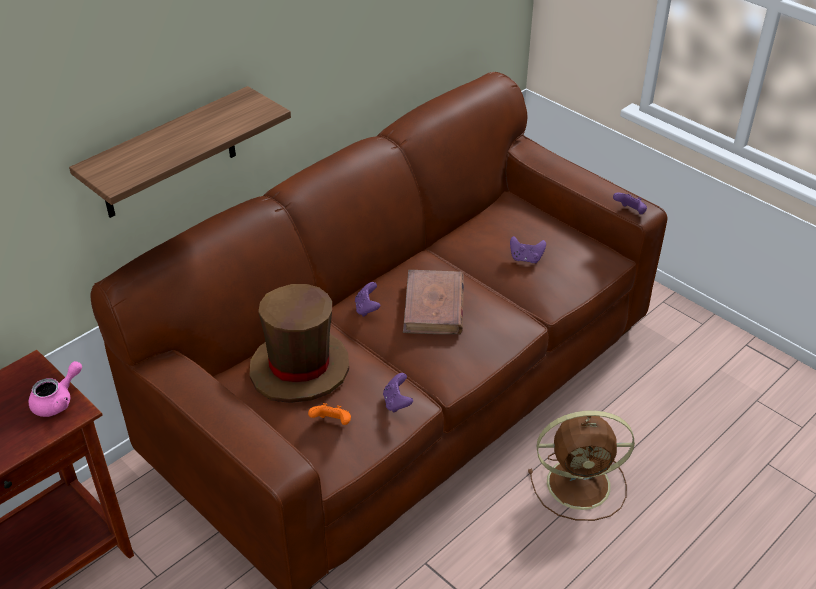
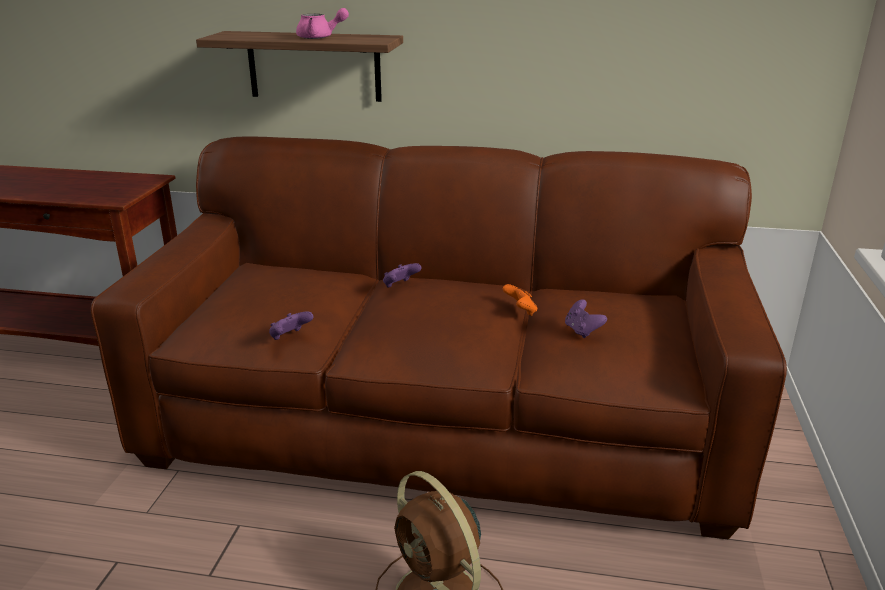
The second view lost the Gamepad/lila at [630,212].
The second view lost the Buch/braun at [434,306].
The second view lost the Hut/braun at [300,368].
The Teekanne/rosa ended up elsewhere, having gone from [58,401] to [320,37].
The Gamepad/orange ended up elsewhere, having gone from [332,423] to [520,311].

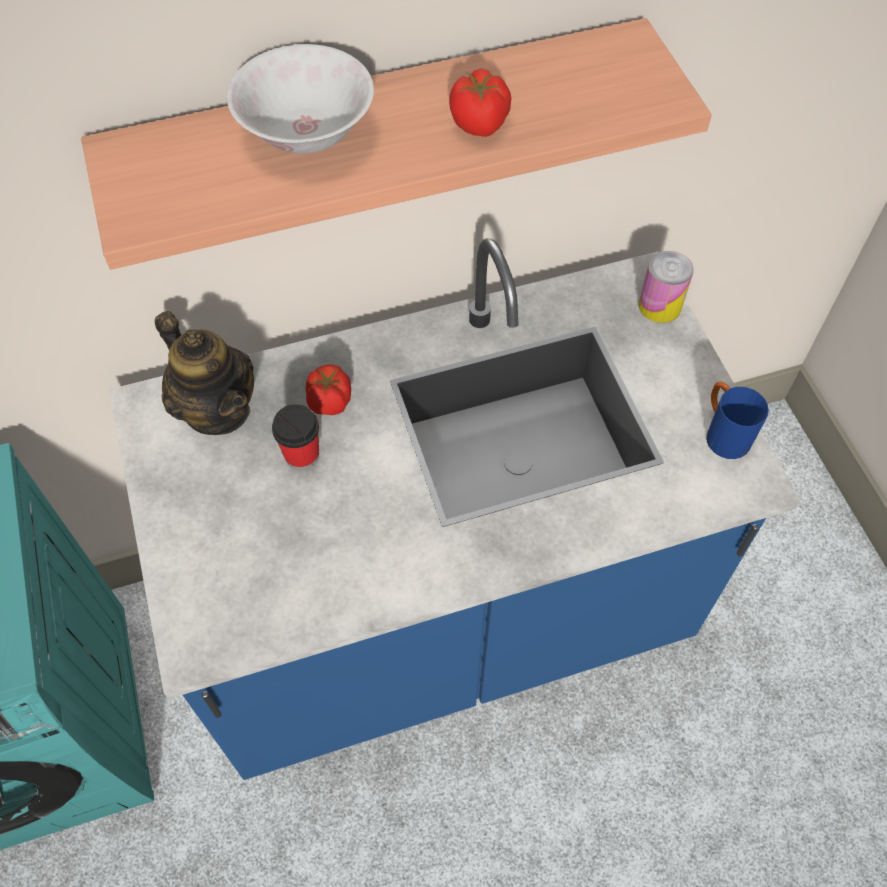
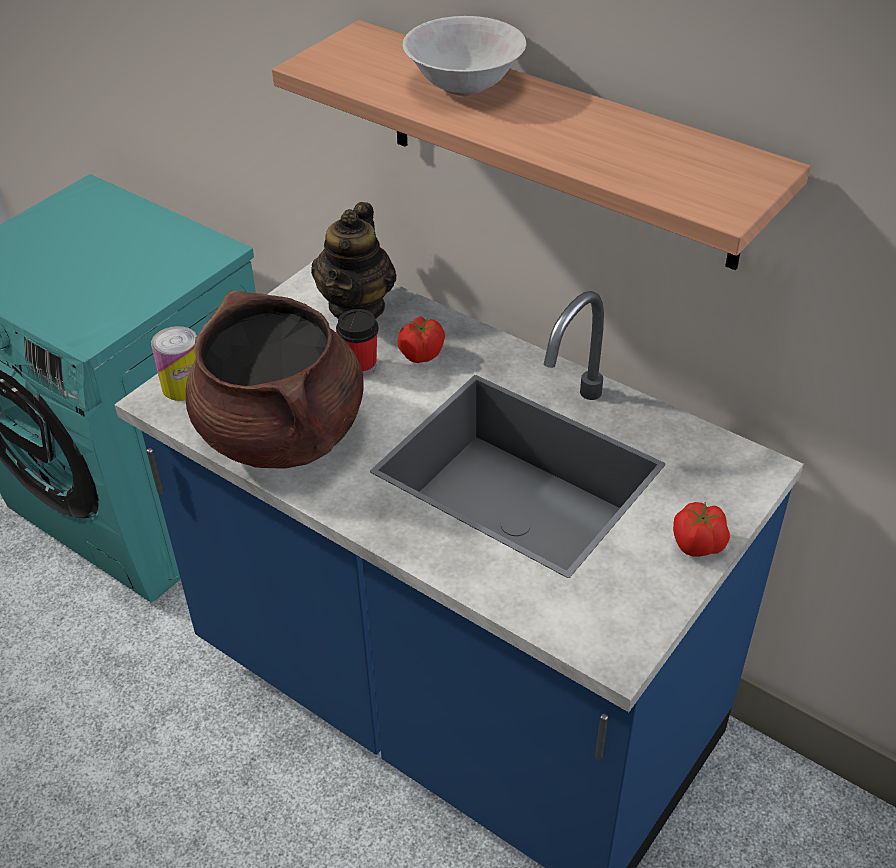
The Tomate ended up elsewhere, having gone from [480,124] to [698,545].
The Dose ended up elsewhere, having gone from [659,306] to [184,386].
The second view lost the Henkelbecher/blau at [722,433].
The second view gained the Kochtopf/braun at [282,434].

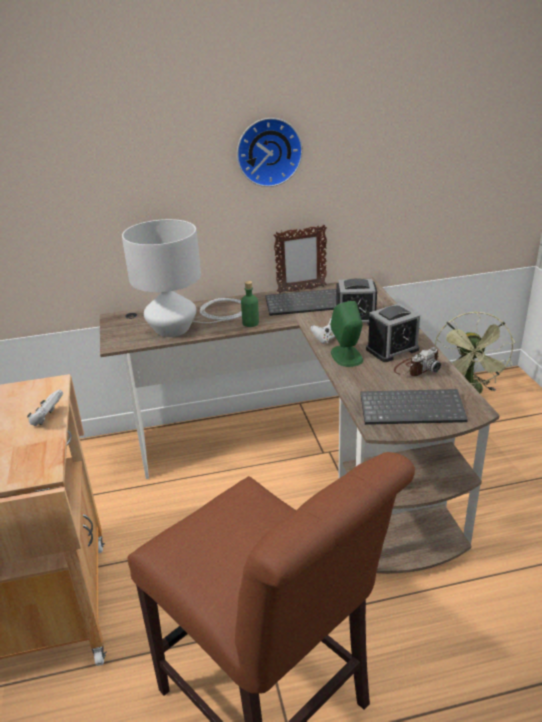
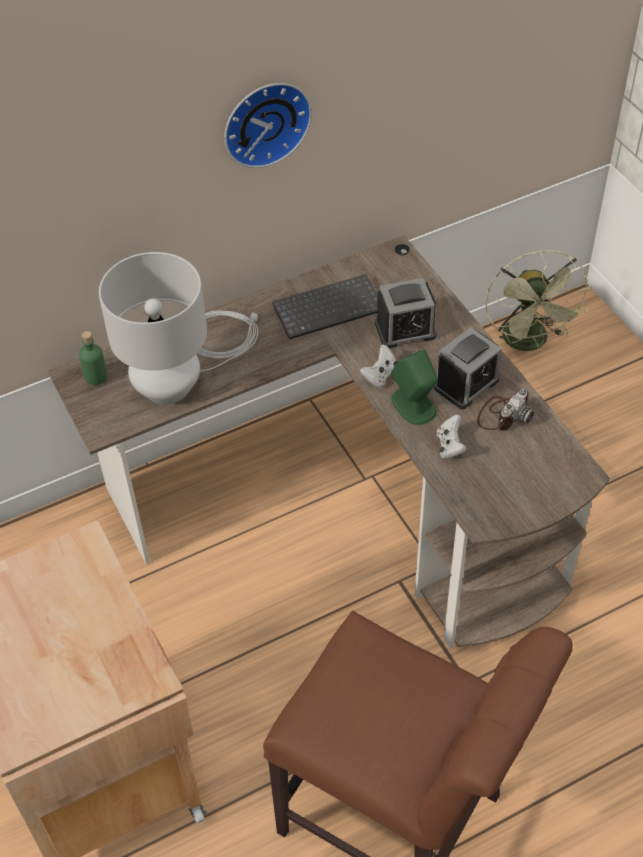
The second view lost the Bilderrahmen at [301,290].
The Flasche/grün ended up elsewhere, having gone from [250,323] to [96,376].
The Gamepad/weiß ended up elsewhere, having gone from [47,418] to [450,446].
The second view lost the Tastatur at [413,408].

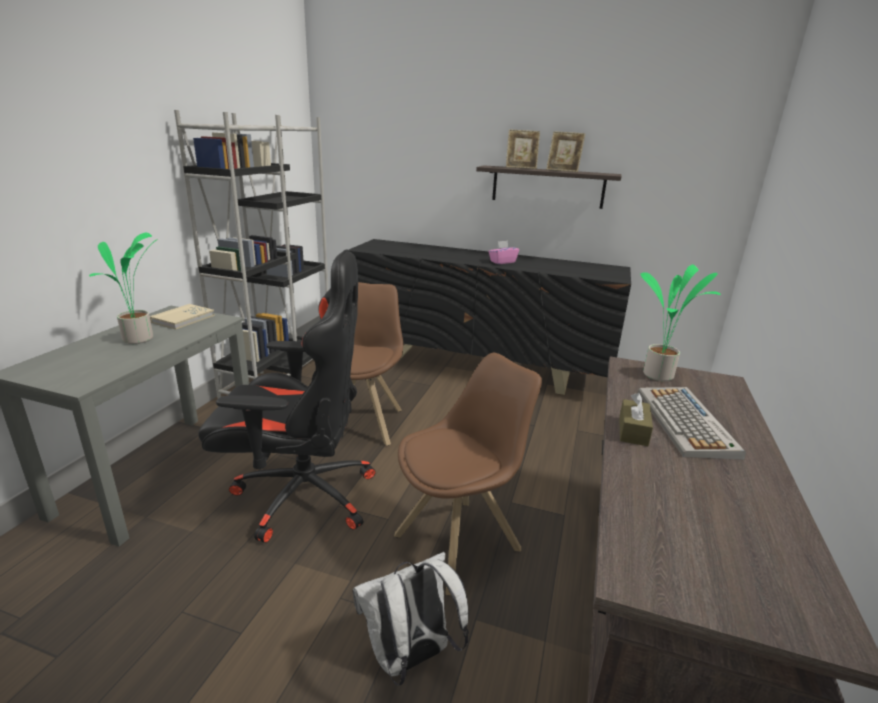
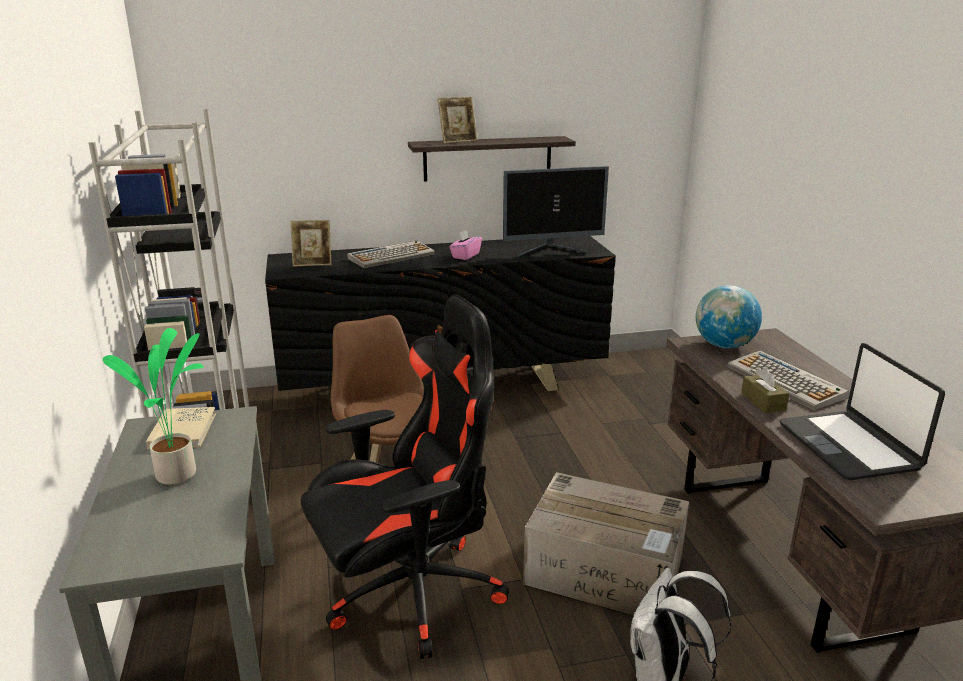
The Bilderrahmen ended up elsewhere, having gone from [563,170] to [313,263].
Where the Topfpflanze stood at [660,375], the Globus came to stand at [724,345].
Where the Stuhl/braun stood at [459,542], the Karton came to stand at [606,570].
The second view gained the Monitor at [552,250].
The second view gained the Tastatur at [391,256].
The second view gained the Laptop at [849,446].

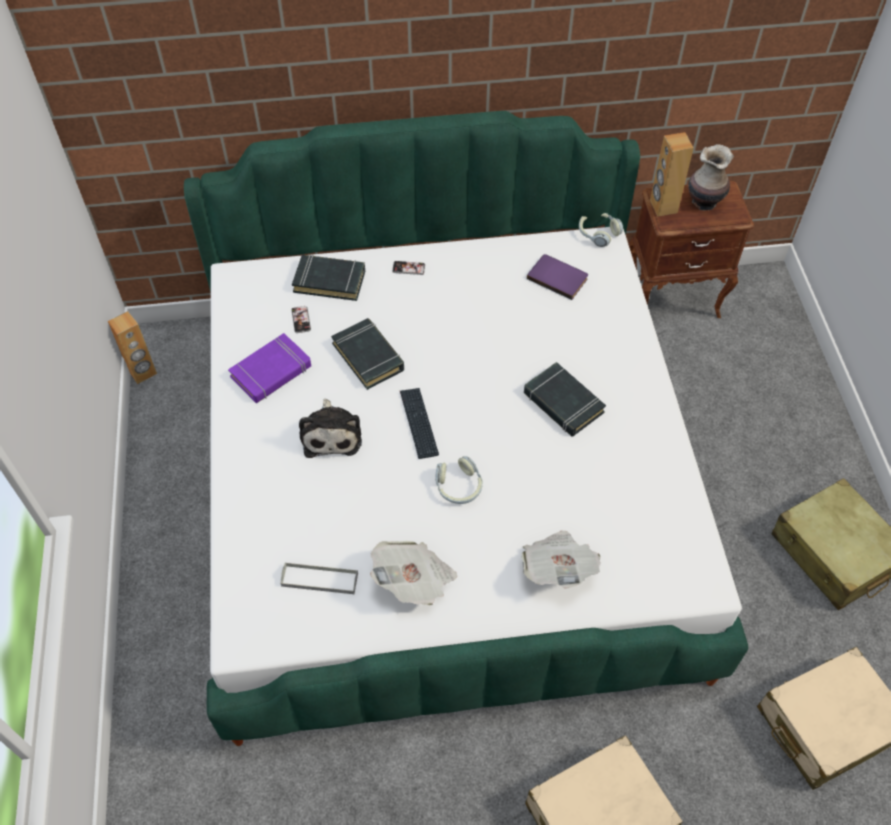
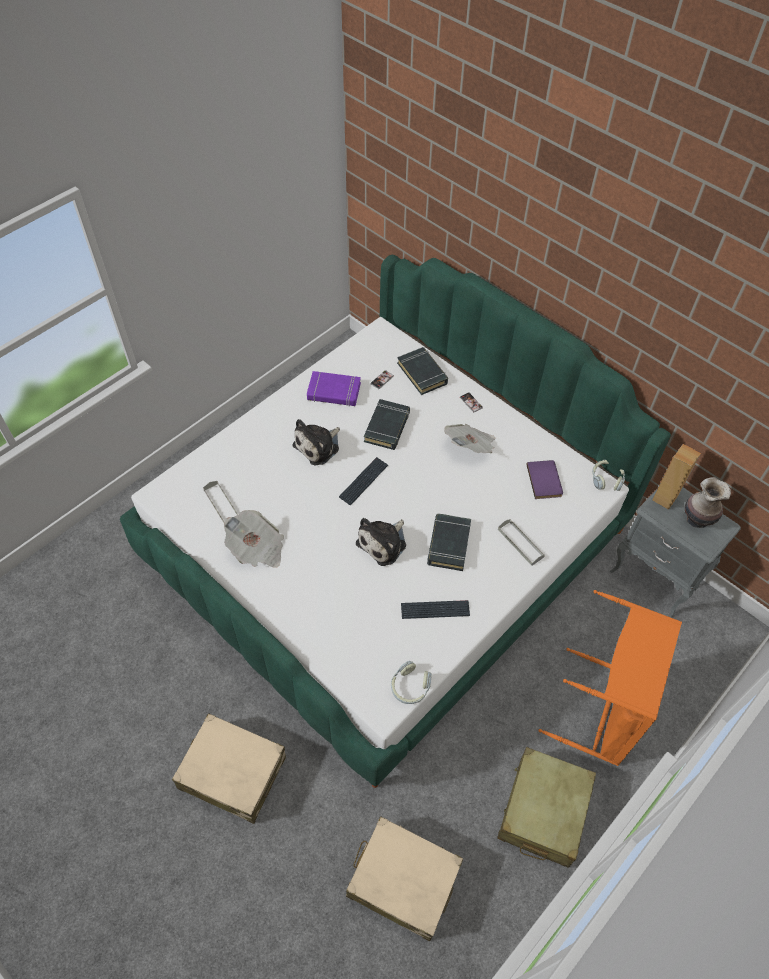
What was the Nachttisch/braun at [672,300] turned into the Nachttisch/grau at [654,579].
The second view lost the Lautsprecher/braun at [143,372].
The Kopfhörer ended up elsewhere, having gone from [459,487] to [410,687].
The Zeitung ended up elsewhere, having gone from [558,568] to [470,447].
The second view gained the Plüschtier at [383,543].
The second view gained the Tablett/grau at [520,543].
The second view gained the Wäschekorb/orange at [603,710].
The second view gained the Tastatur at [435,610].

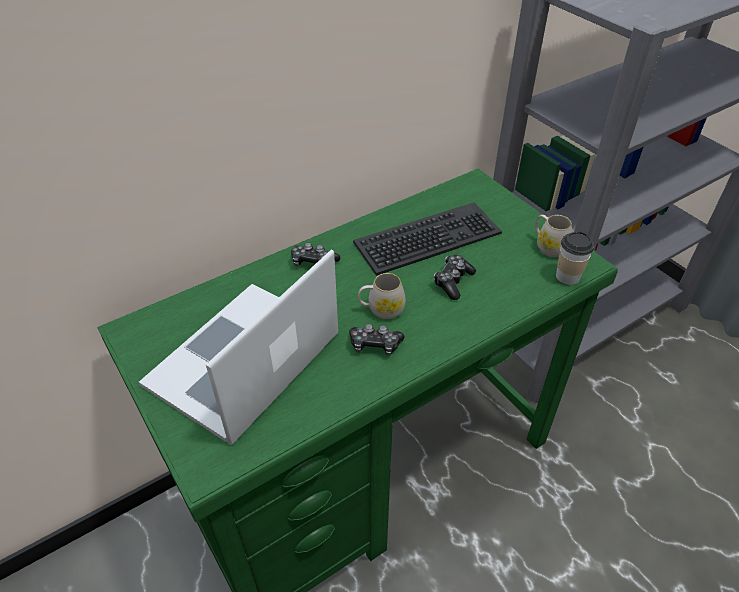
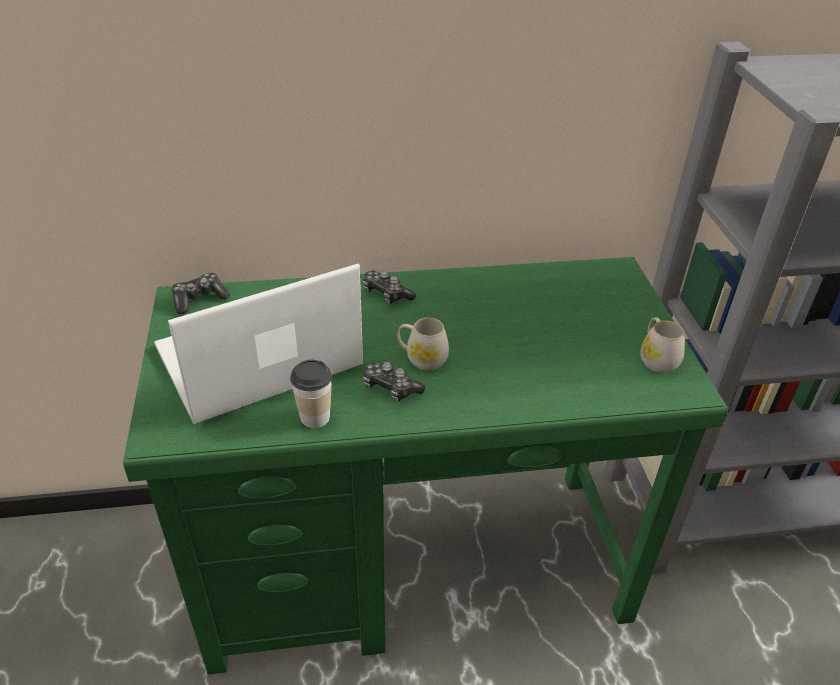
The second view lost the Tastatur at [428,239].
The Tasse ended up elsewhere, having gone from [567,277] to [315,417].
The Gamepad ended up elsewhere, having gone from [453,281] to [199,299].

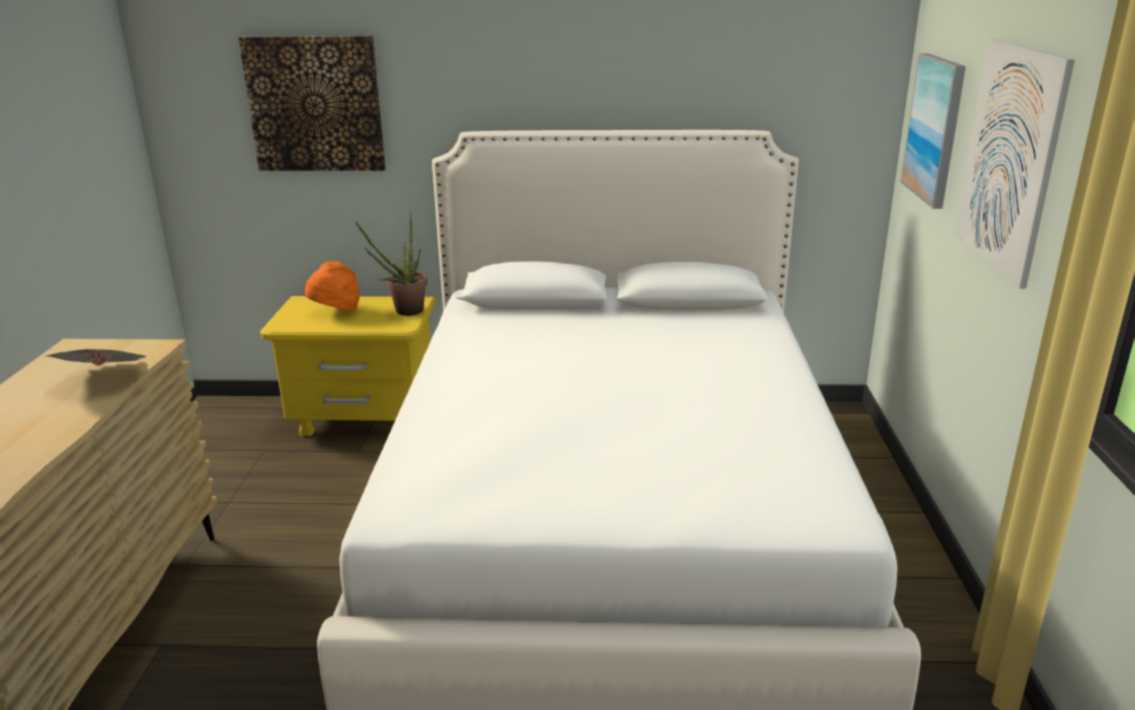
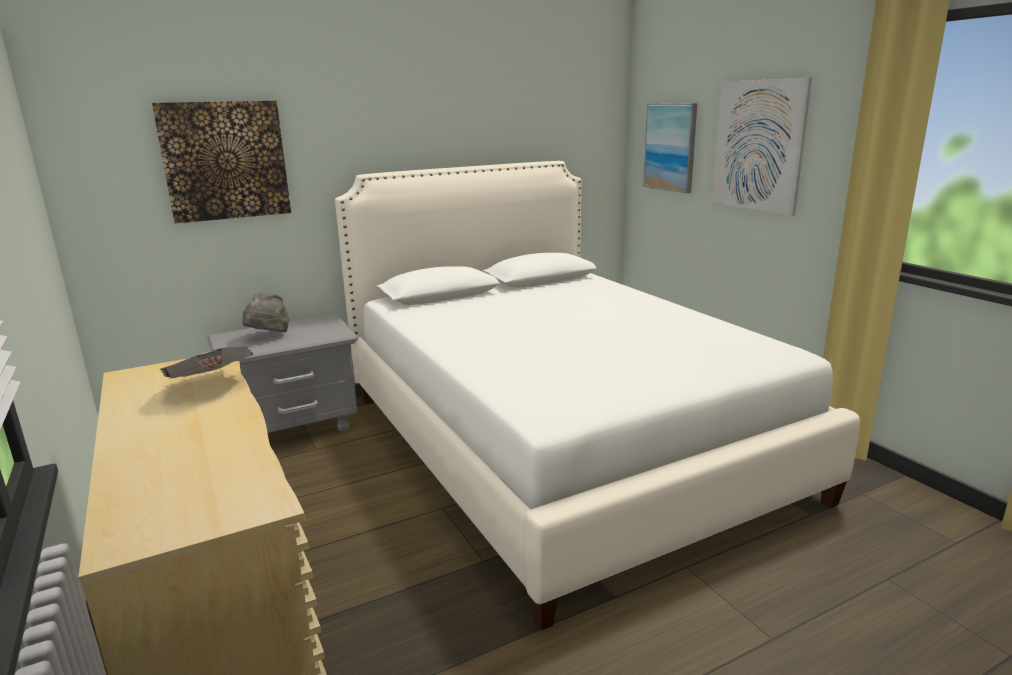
The second view lost the Topfpflanze at [403,312].
What was the Hut/orange at [335,312] turned into the Hut/grau at [268,336].
What was the Nachttisch/gelb at [363,422] turned into the Nachttisch/grau at [296,430].

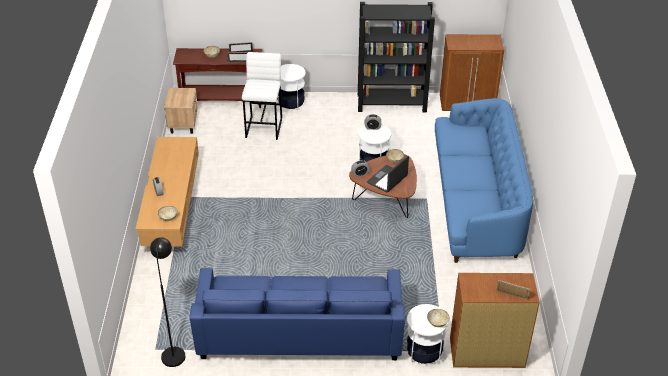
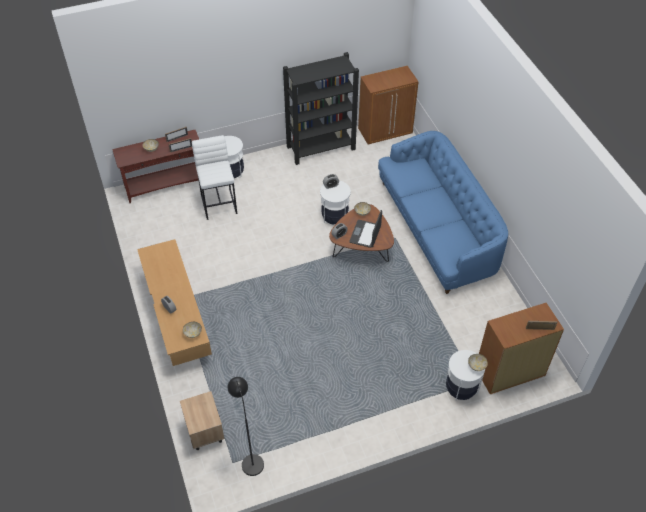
The Nachttisch/beige ended up elsewhere, having gone from [183,124] to [205,431].
The second view lost the Sofa/blau at [299,334].

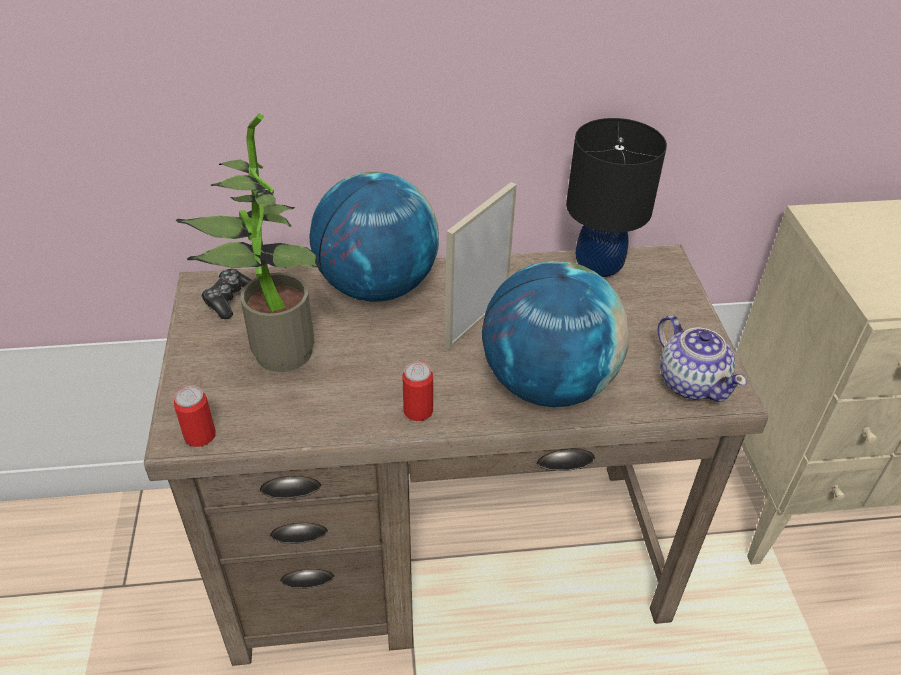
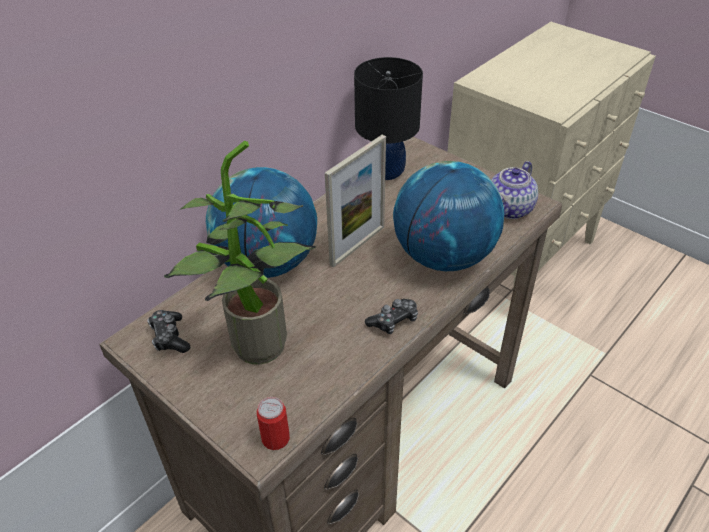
The Bilderrahmen at [476,320] ended up facing another way, 135 degrees counterclockwise from before.
The Teekanne at [691,382] ended up facing another way, 105 degrees clockwise from before.
Where the Dose stood at [418,411], the Gamepad came to stand at [393,321].

